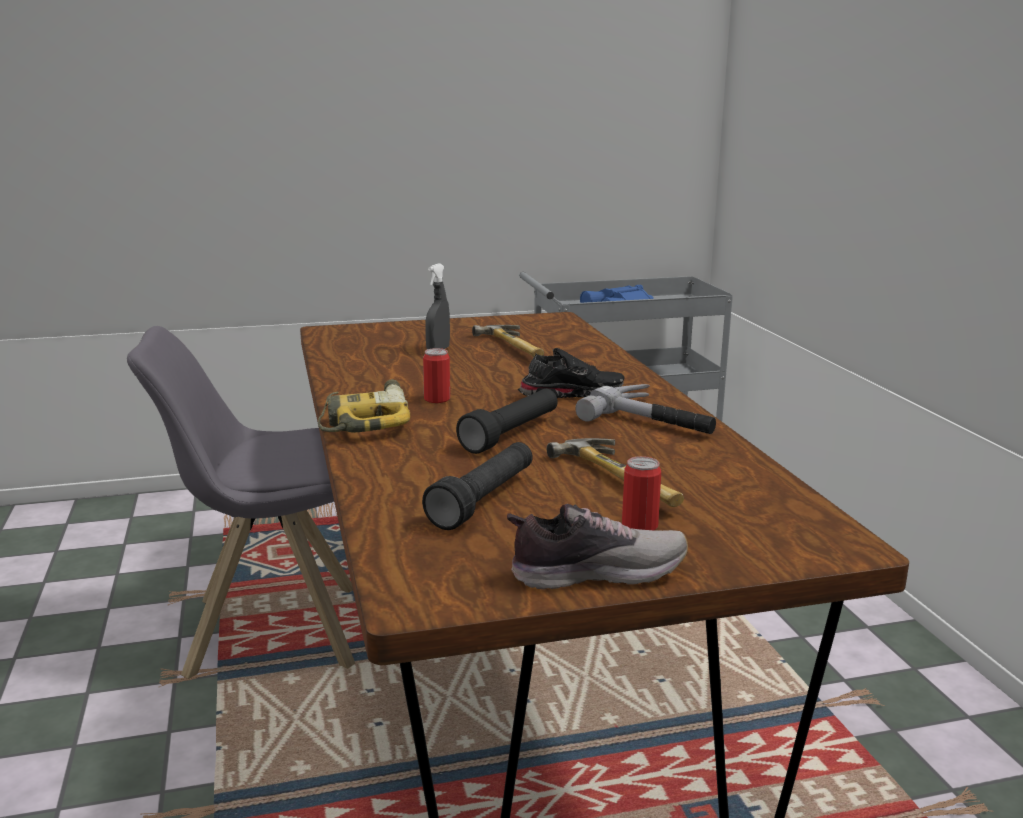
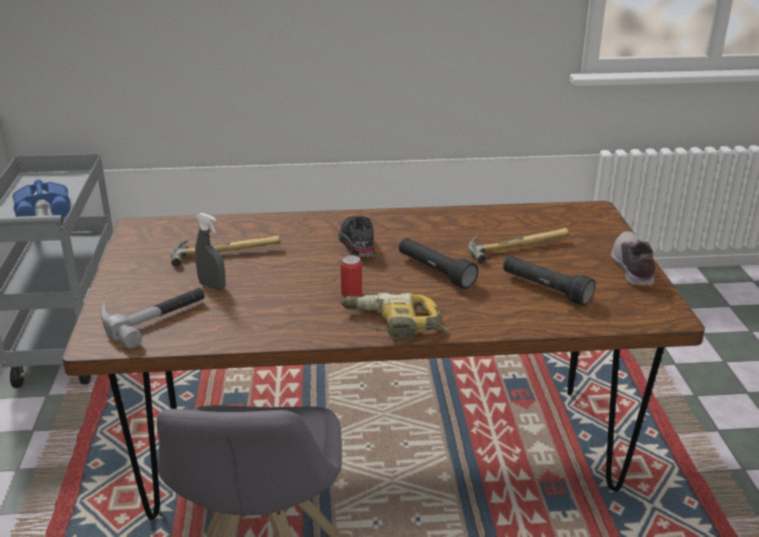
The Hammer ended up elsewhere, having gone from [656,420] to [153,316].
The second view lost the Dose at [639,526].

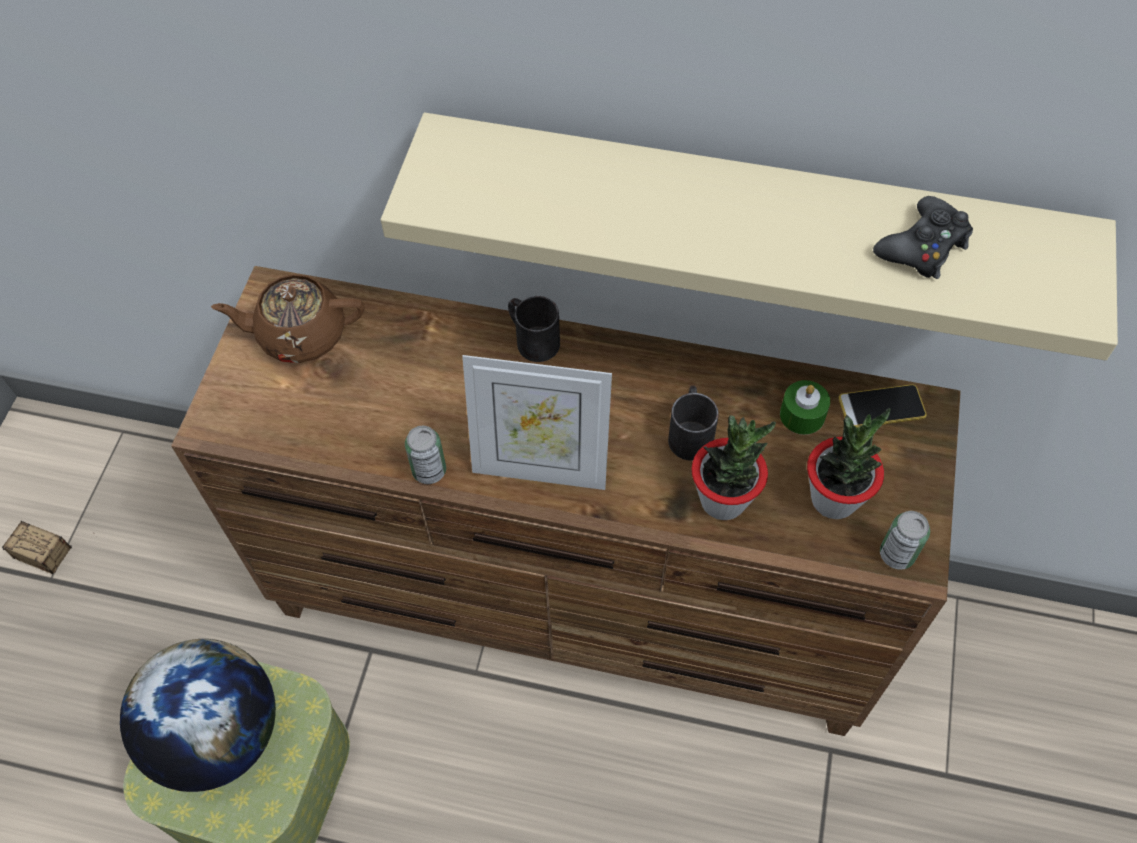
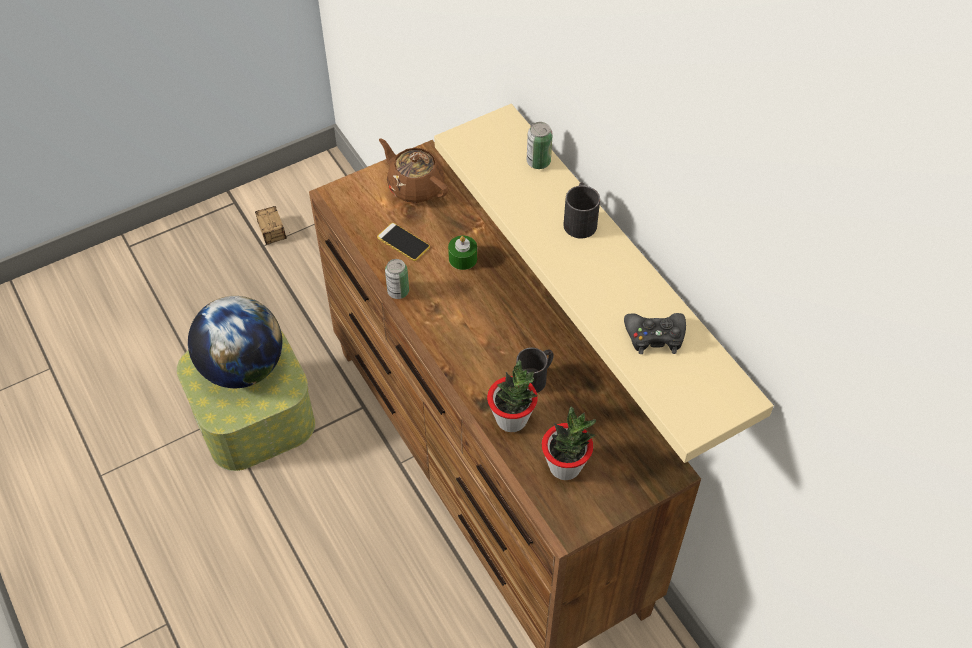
The Henkelbecher/schwarz ended up elsewhere, having gone from [532,338] to [580,219].
The second view lost the Bilderrahmen at [540,468].
The Kerze/grün ended up elsewhere, having gone from [802,415] to [463,258].
The Handy ended up elsewhere, having gone from [881,407] to [403,242].
The Dose ended up elsewhere, having gone from [897,554] to [538,162].

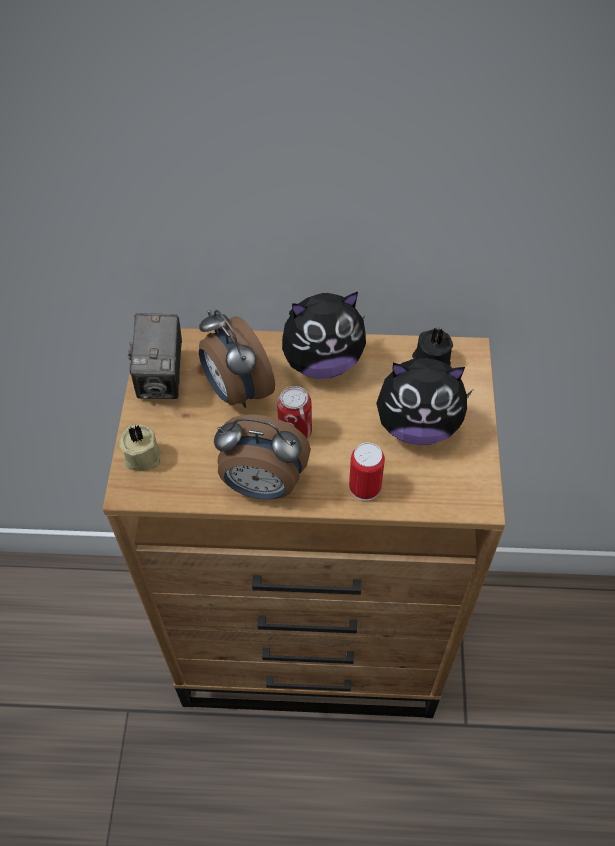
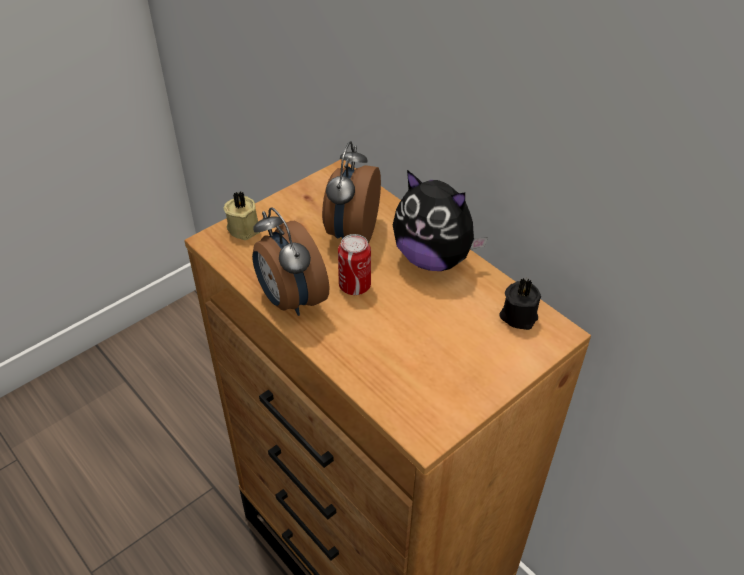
The second view lost the Kamera at [162,378].
The second view lost the Plüschtier at [417,425].
The second view lost the Dose at [365,487].

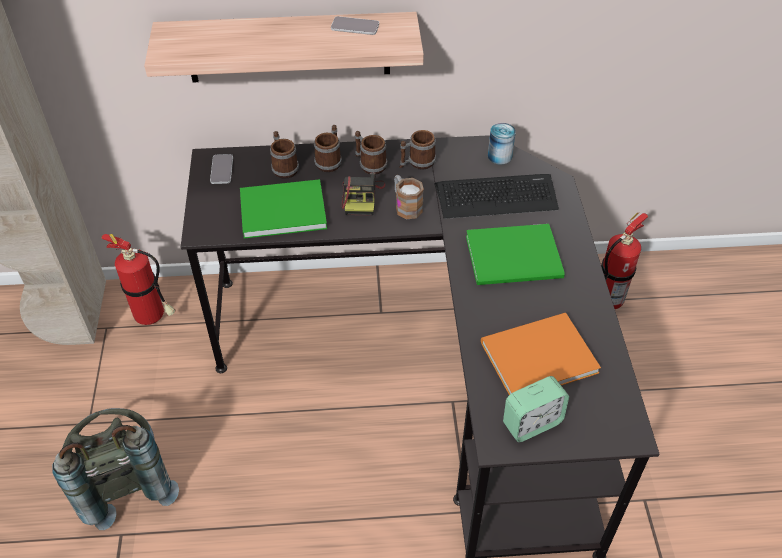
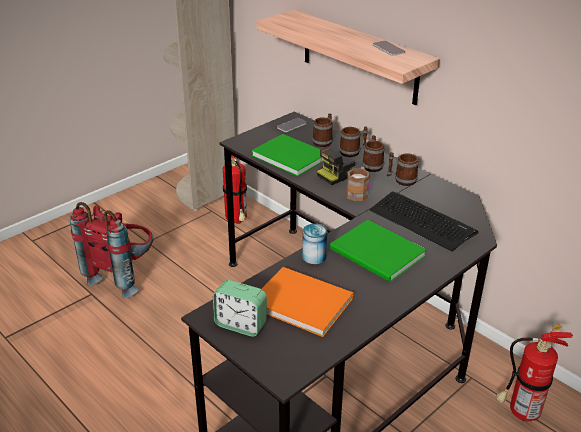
The Dose ended up elsewhere, having gone from [499,156] to [314,256].
What was the Rucksack/grau at [123,483] turned into the Rucksack/rot at [123,275].

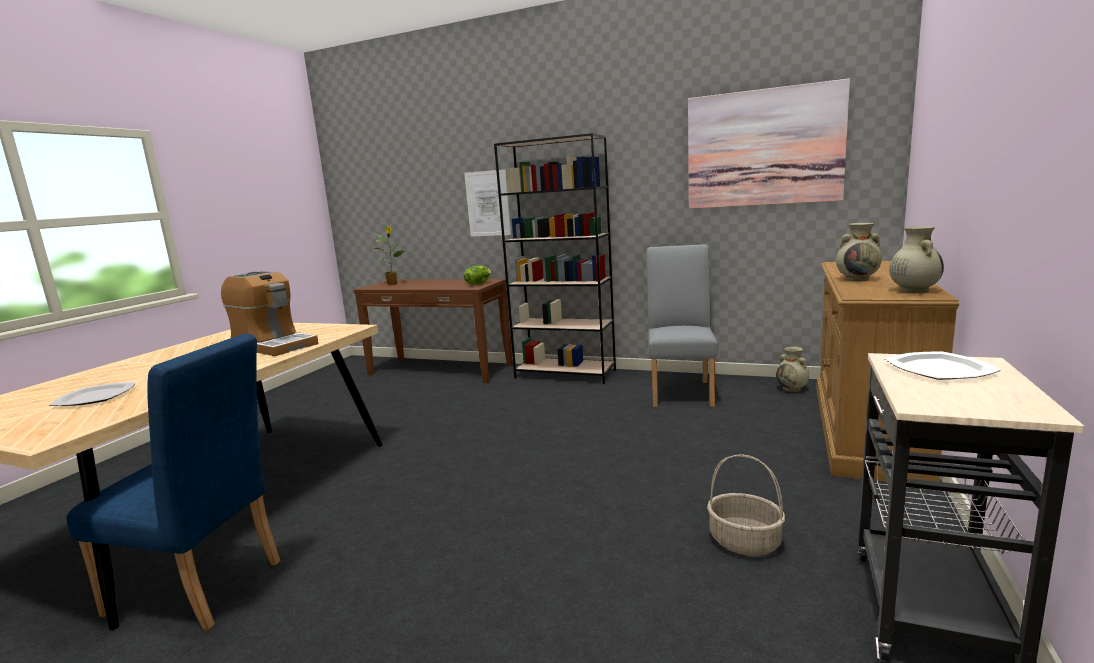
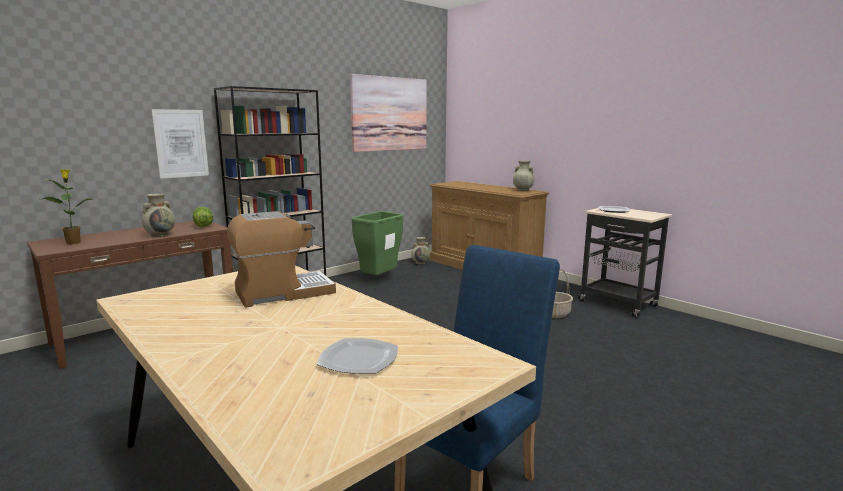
The Vase/beige ended up elsewhere, having gone from [857,279] to [160,235].
Where the Stuhl/grau stood at [681,391], the Mülleimer/grün came to stand at [379,279].

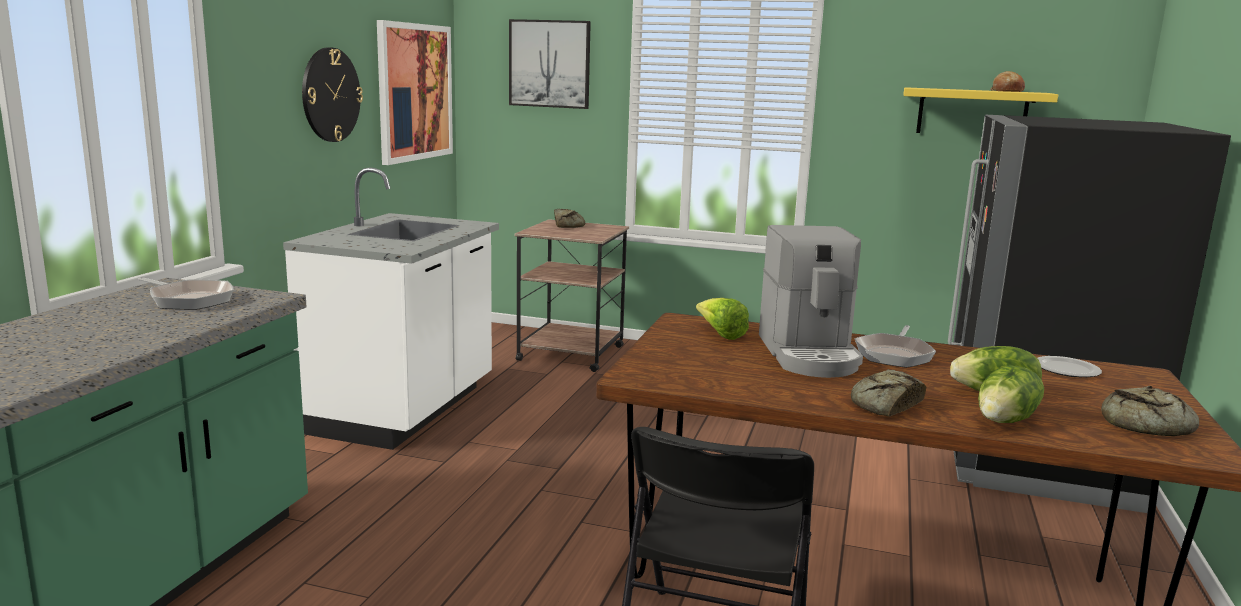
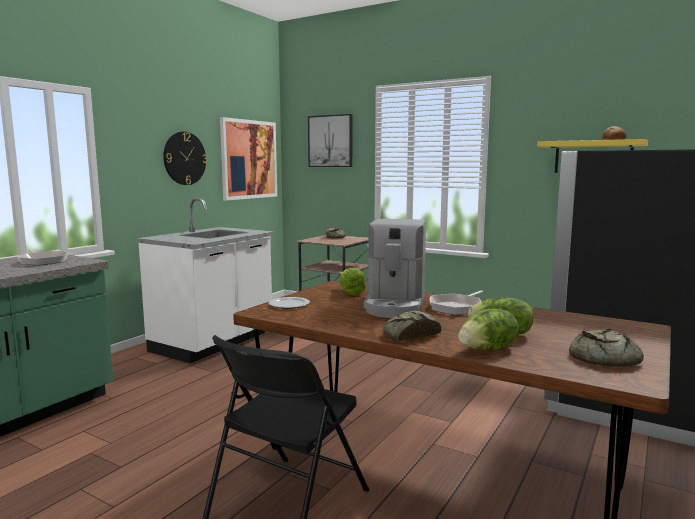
The Teller ended up elsewhere, having gone from [1066,369] to [289,304].

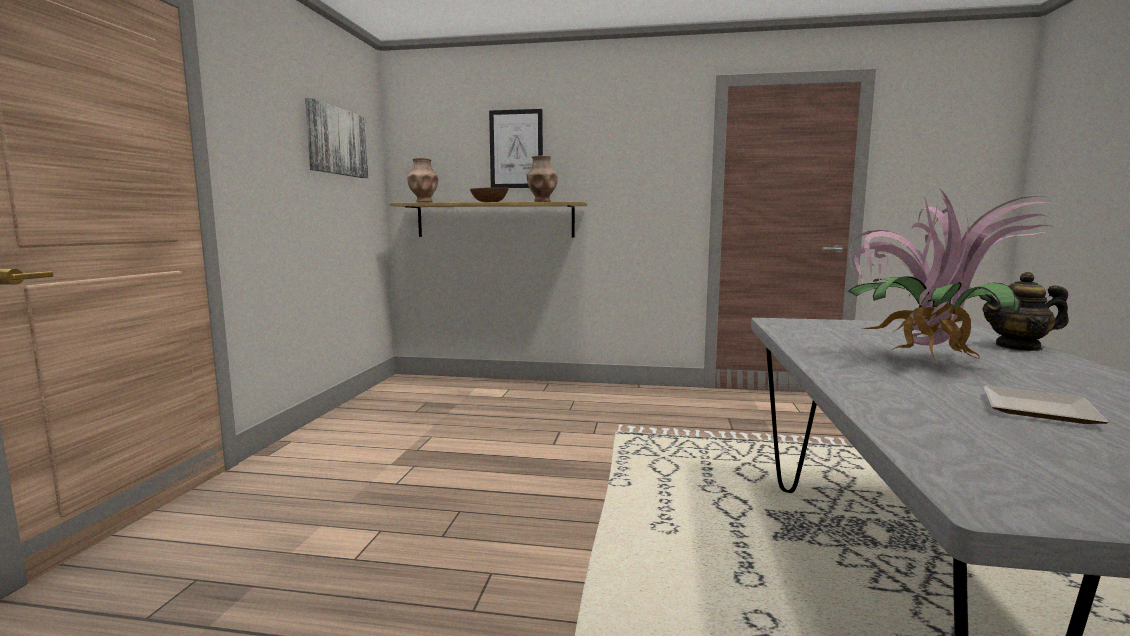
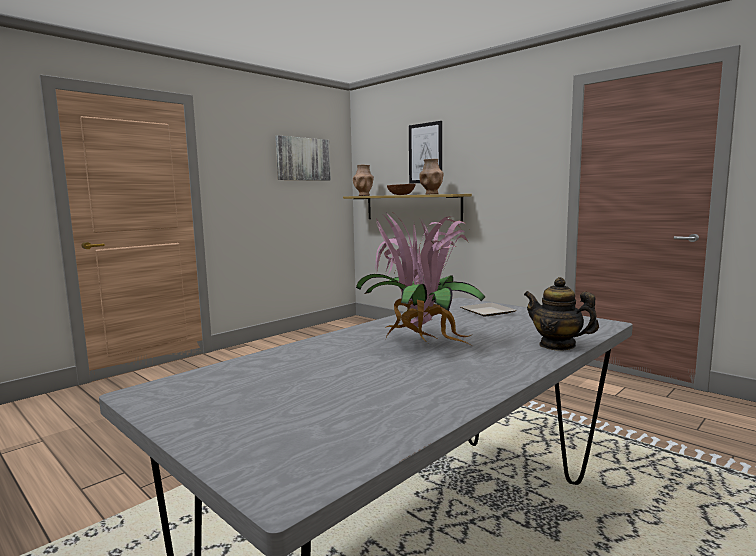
The Teller ended up elsewhere, having gone from [1042,410] to [489,312].

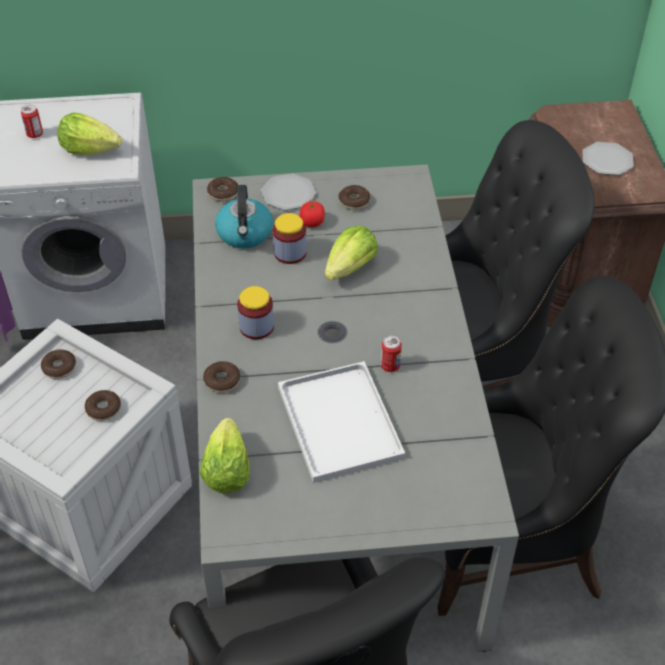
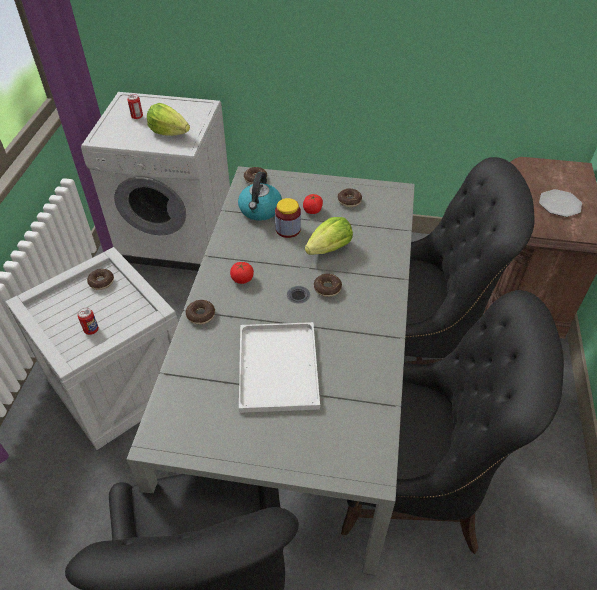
The second view lost the Teller at [288,194].
Where the Vorratsglas stood at [256,327], the Tomate came to stand at [242,279].
The Dose ended up elsewhere, having gone from [390,366] to [91,330].
The Donut ended up elsewhere, having gone from [103,409] to [327,288].
The second view lost the Salatkopf at [226,471].

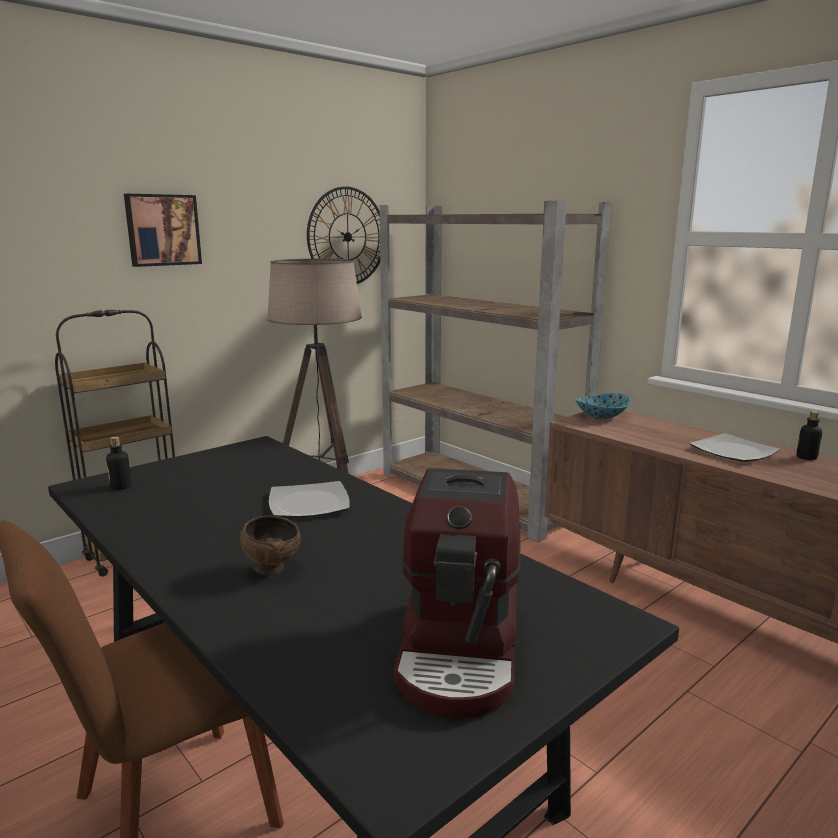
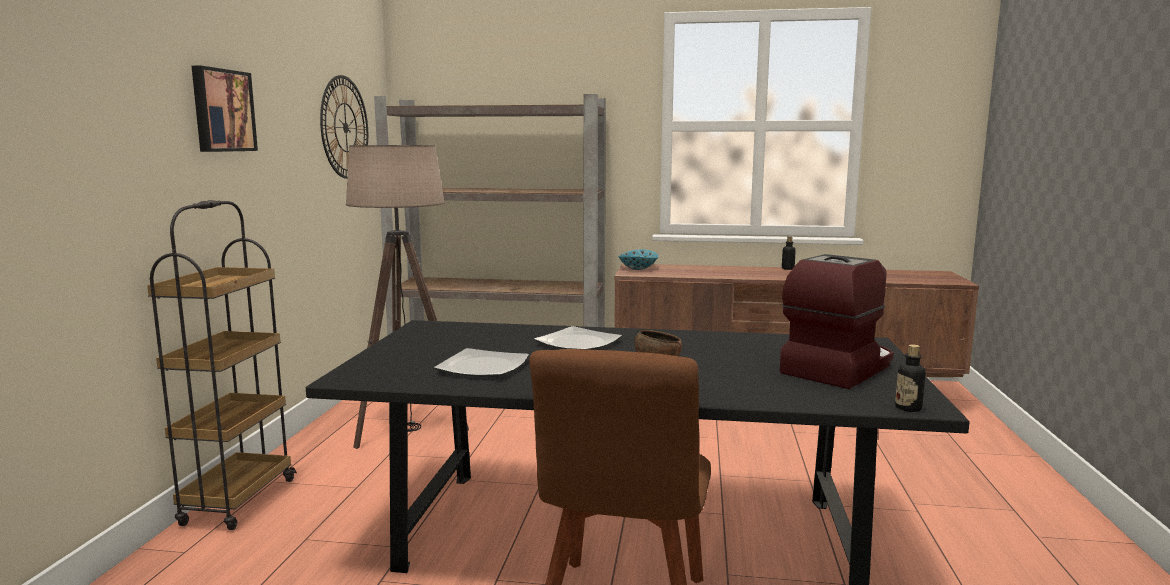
The Teller ended up elsewhere, having gone from [733,452] to [483,367].
The Flasche ended up elsewhere, having gone from [121,486] to [908,408].
The Kaffeemaschine at [462,650] ended up facing another way, 105 degrees counterclockwise from before.

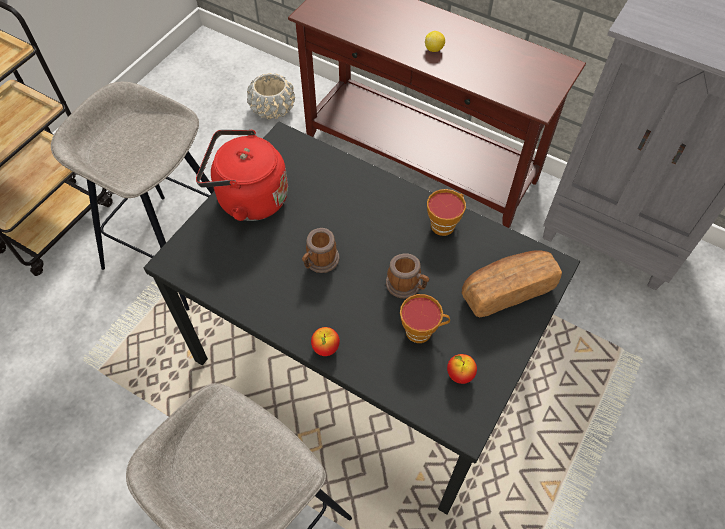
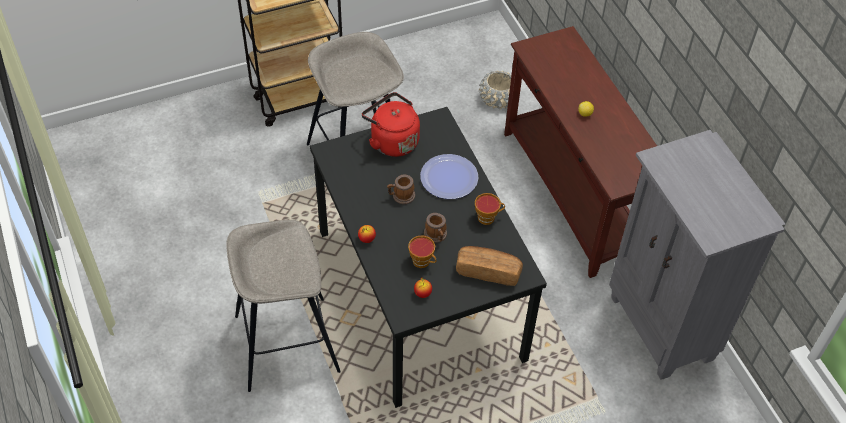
The second view gained the Teller at [449,177].

